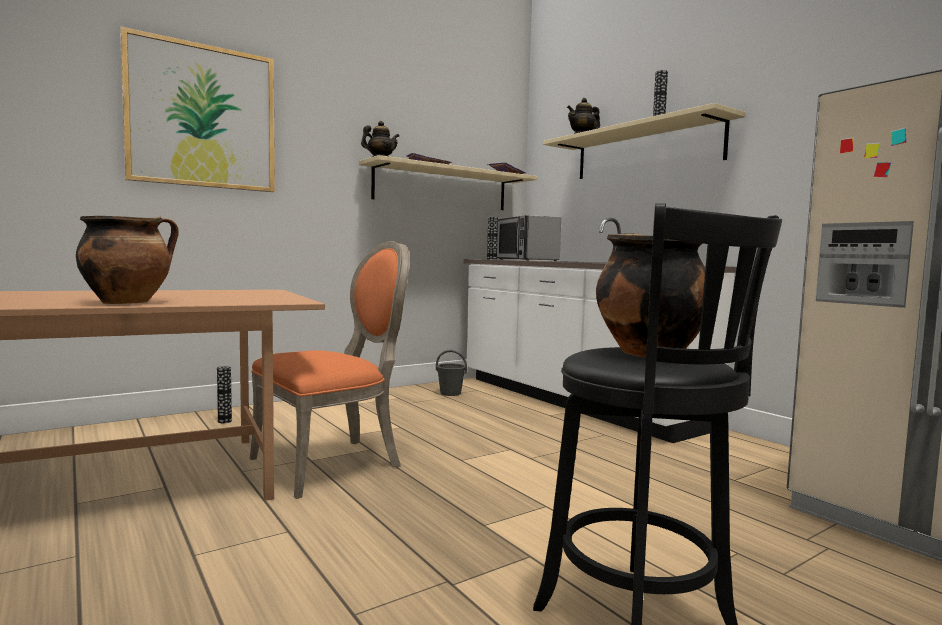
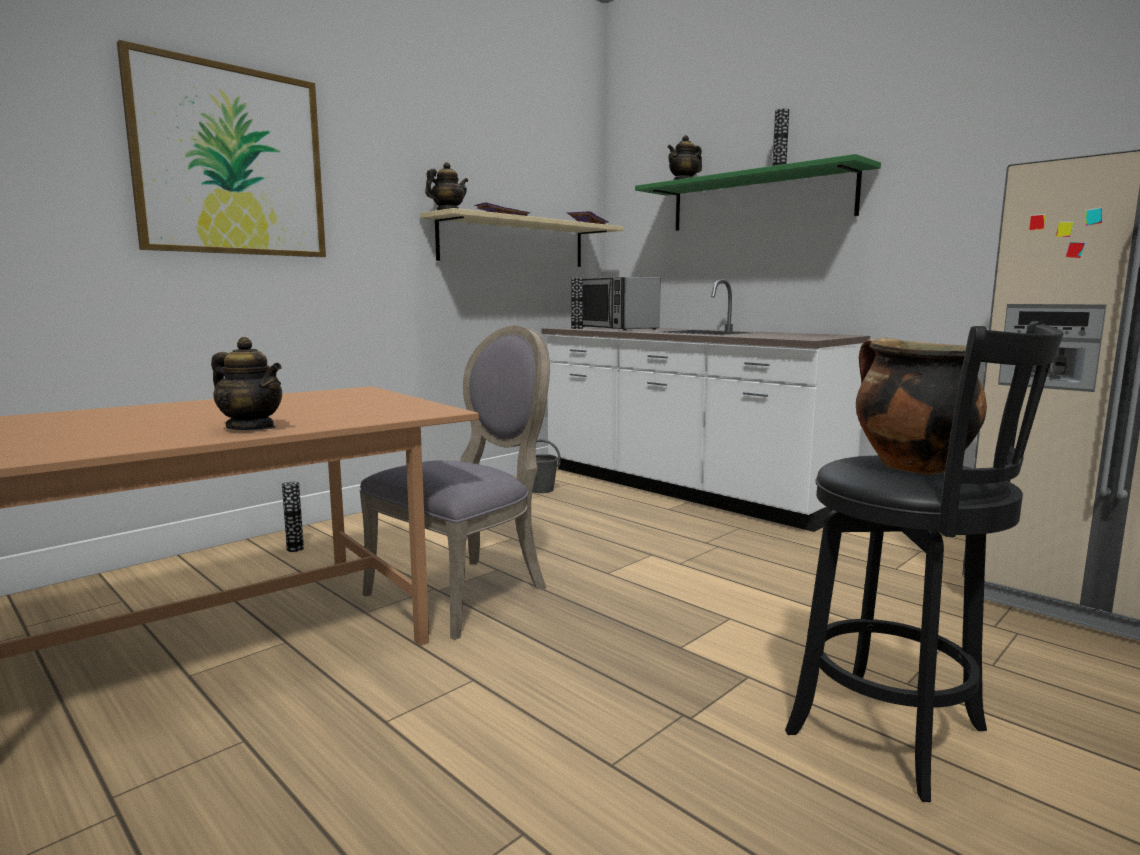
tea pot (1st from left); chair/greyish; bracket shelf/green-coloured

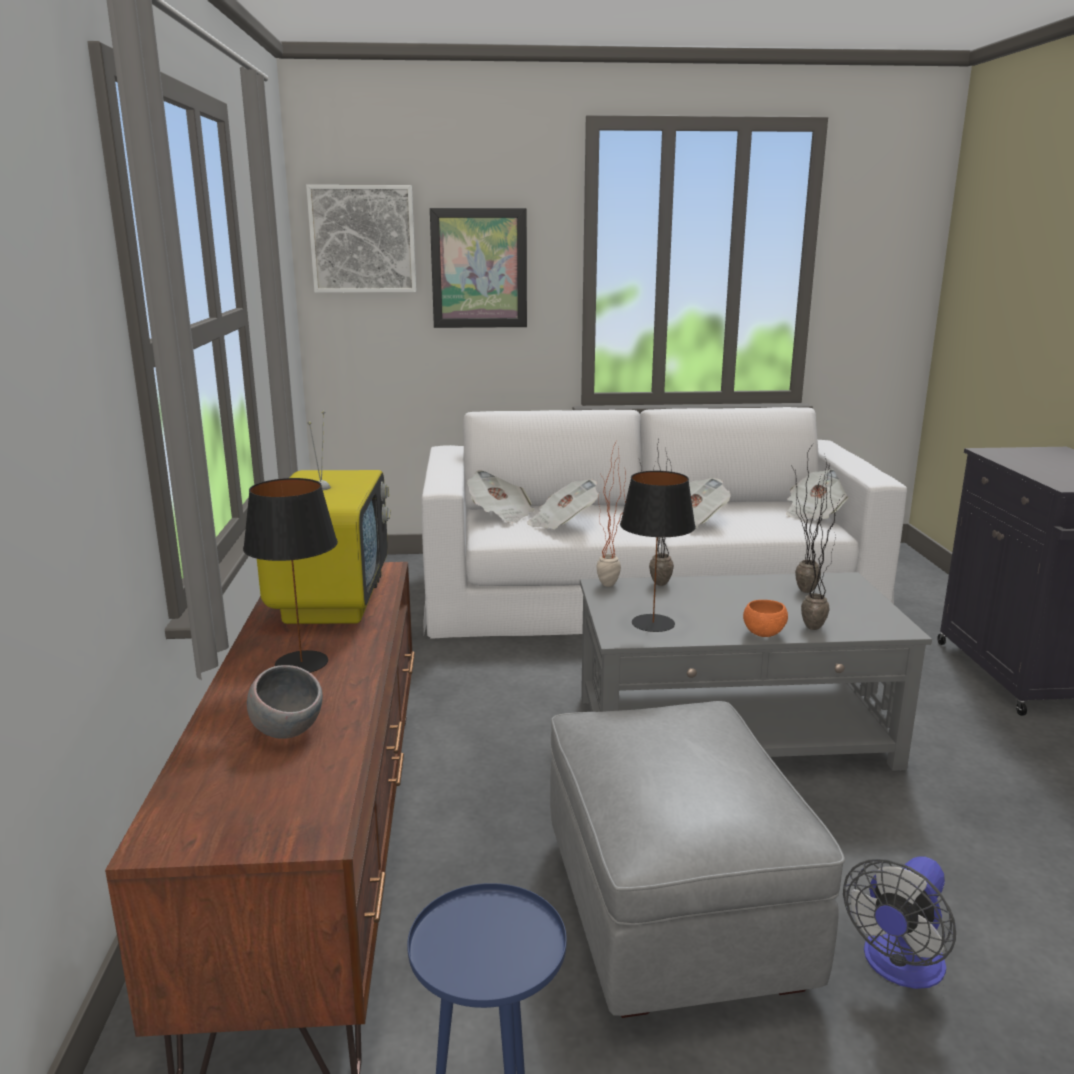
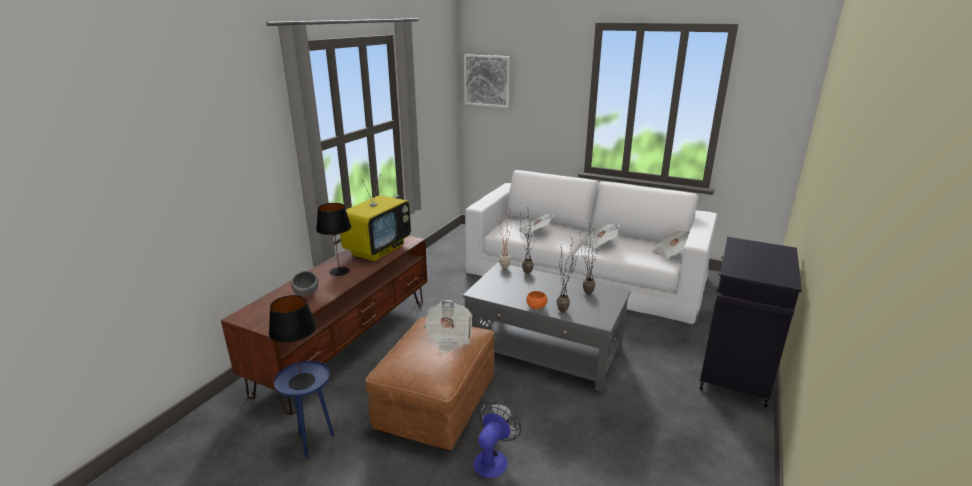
picture (2nd from left in the first image); daily paper (1st from left); footrest/brown; lamp for a table/black (1st from left); fan

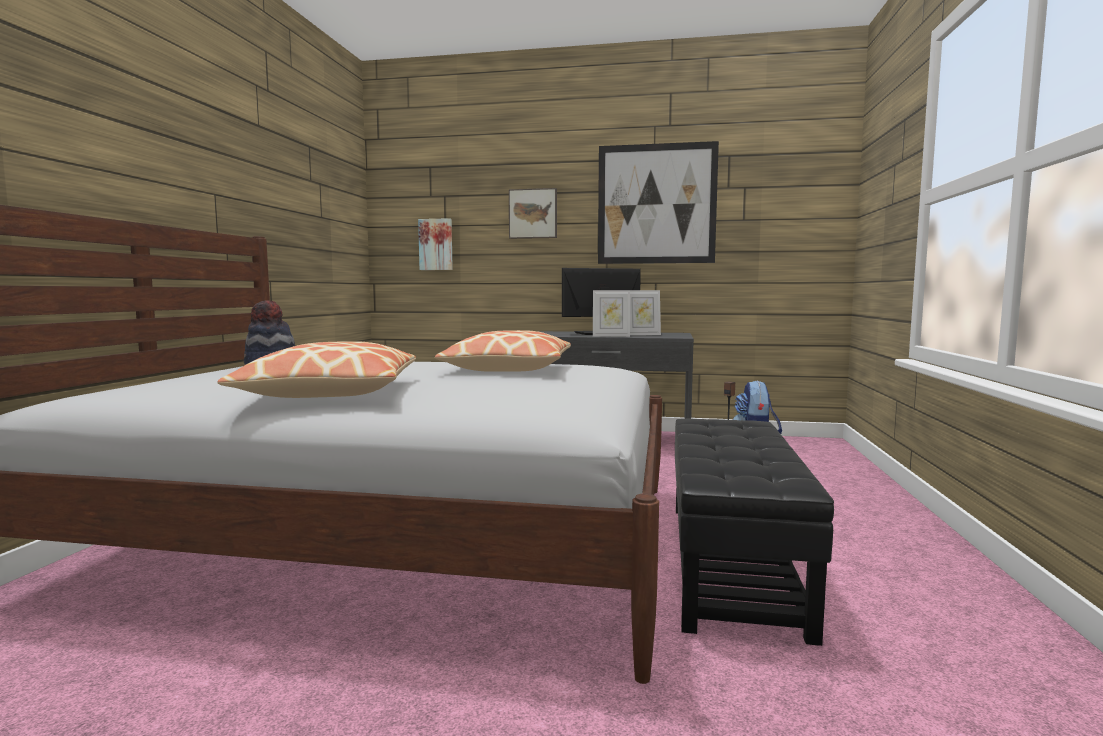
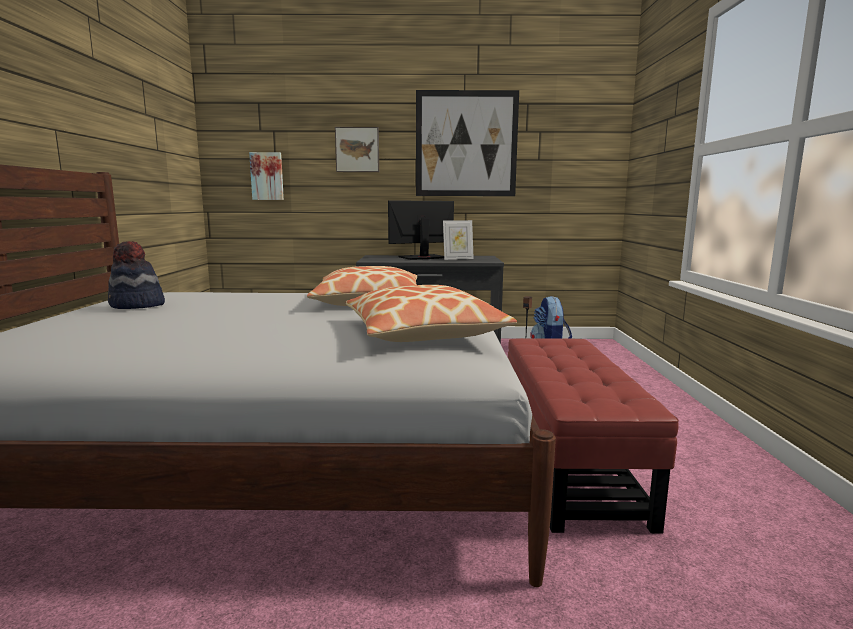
throw pillow (2nd from left); standing frame (1st from left in the first image); footrest/reddish

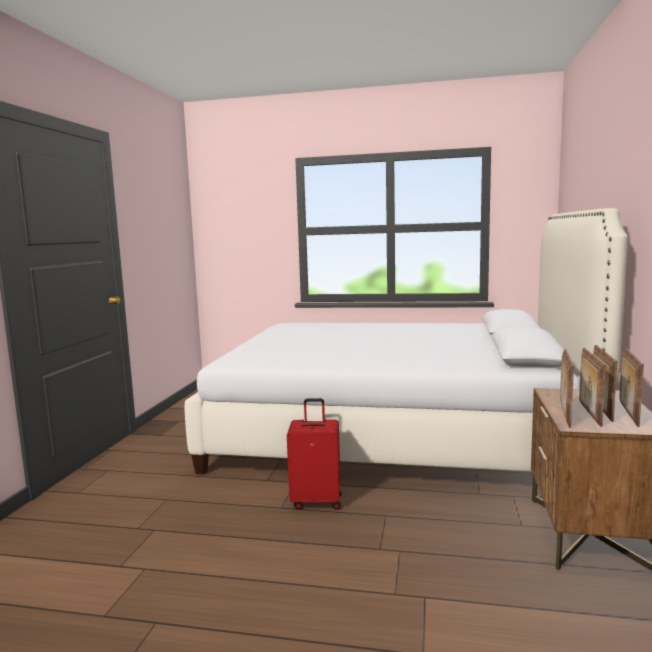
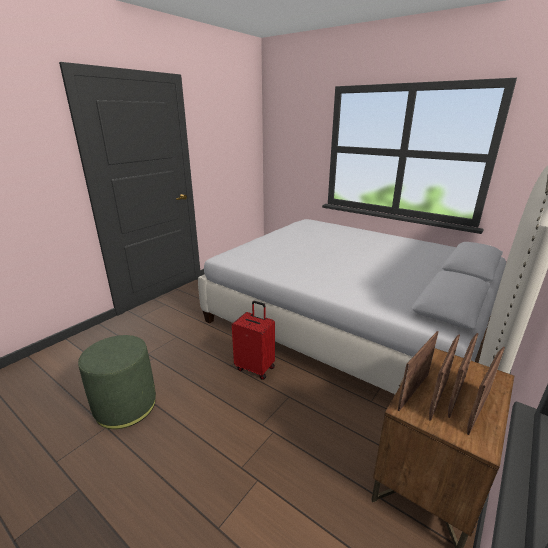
footrest/green-coloured

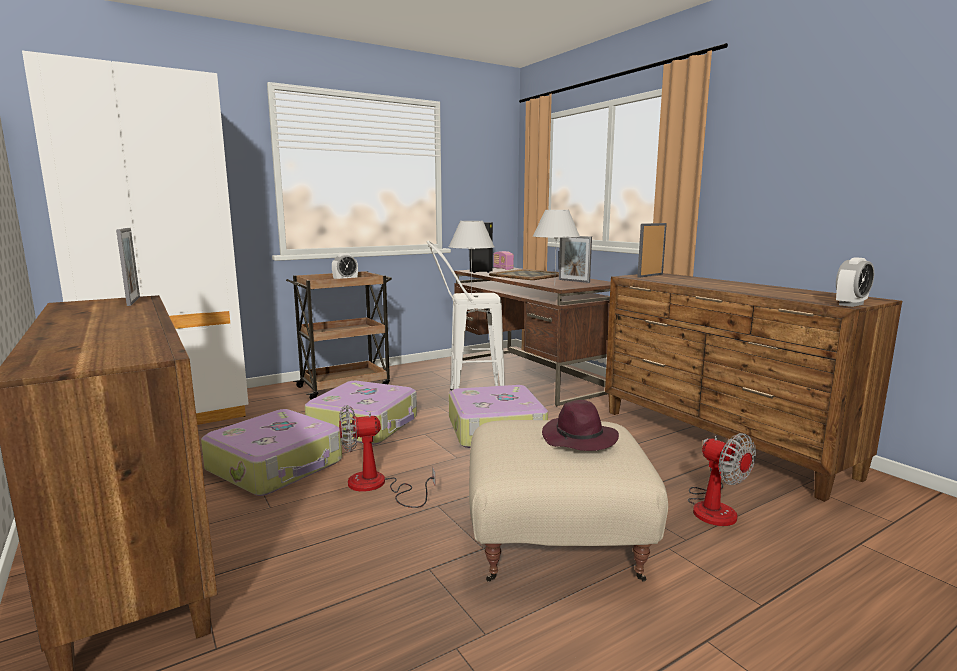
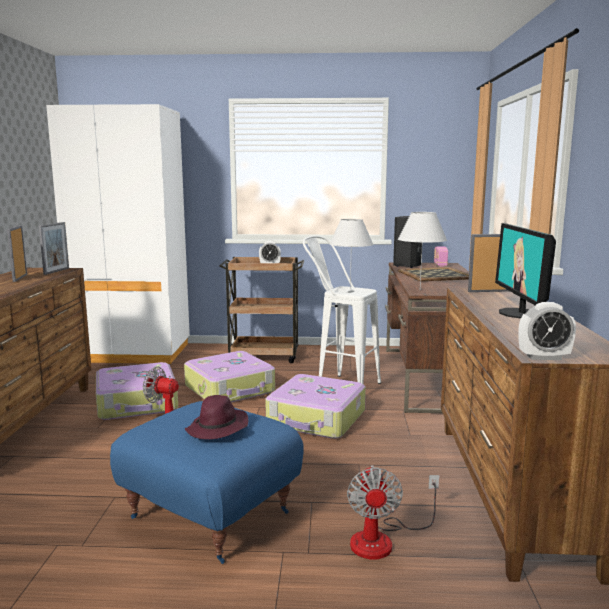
footrest/blue; standing frame (1st from left); computer display

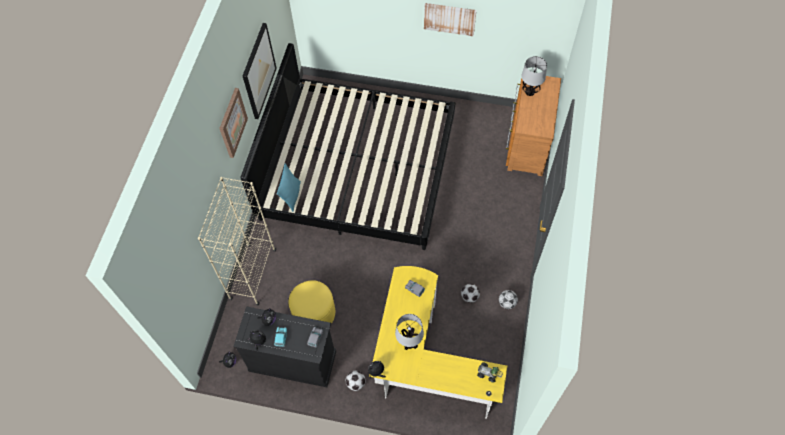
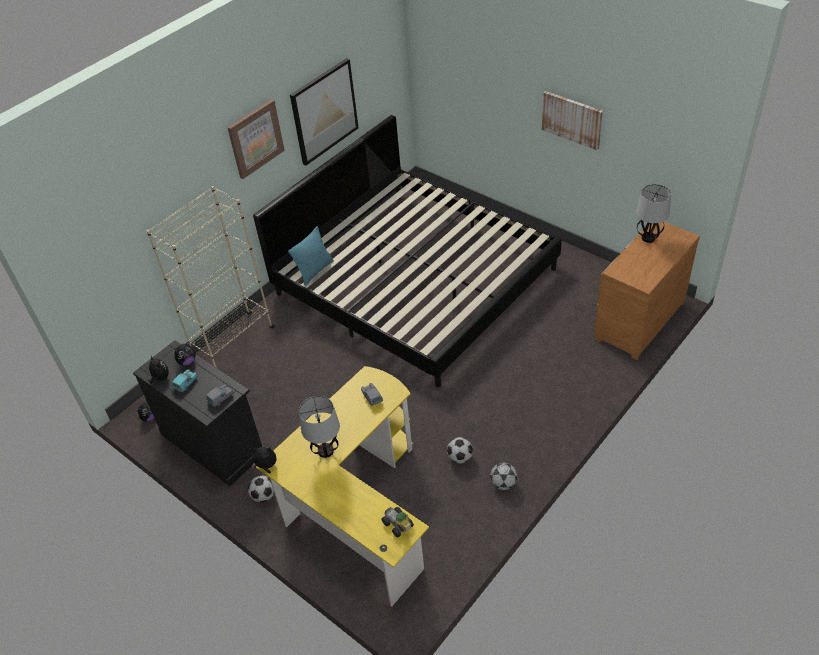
footrest/yellowish

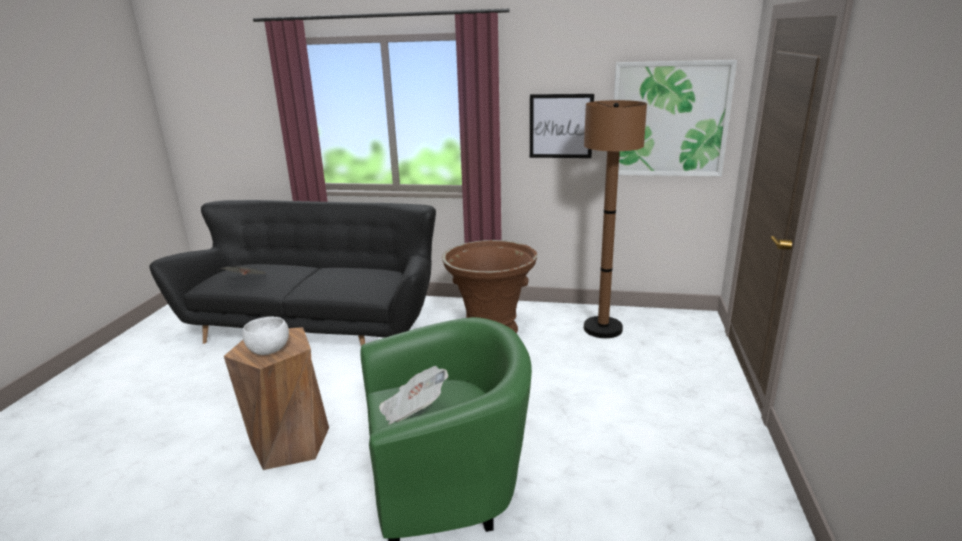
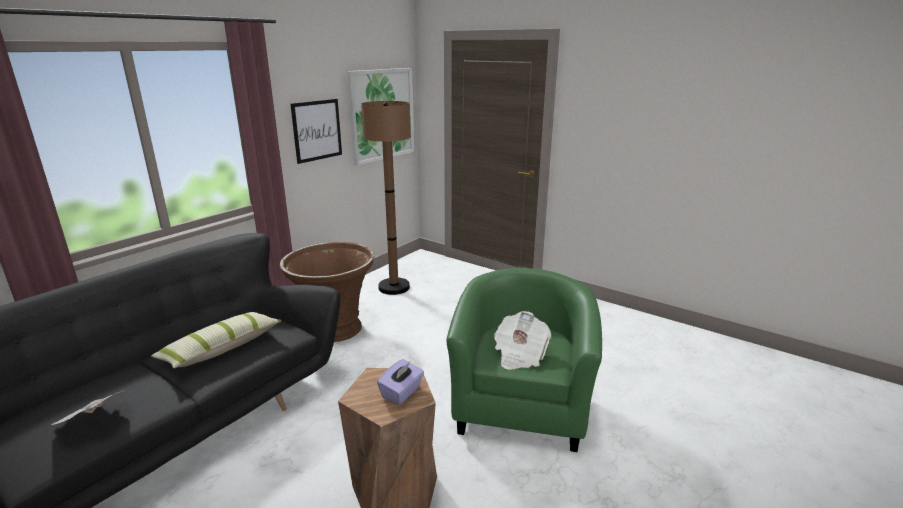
tissue box/purple-coloured; throw pillow

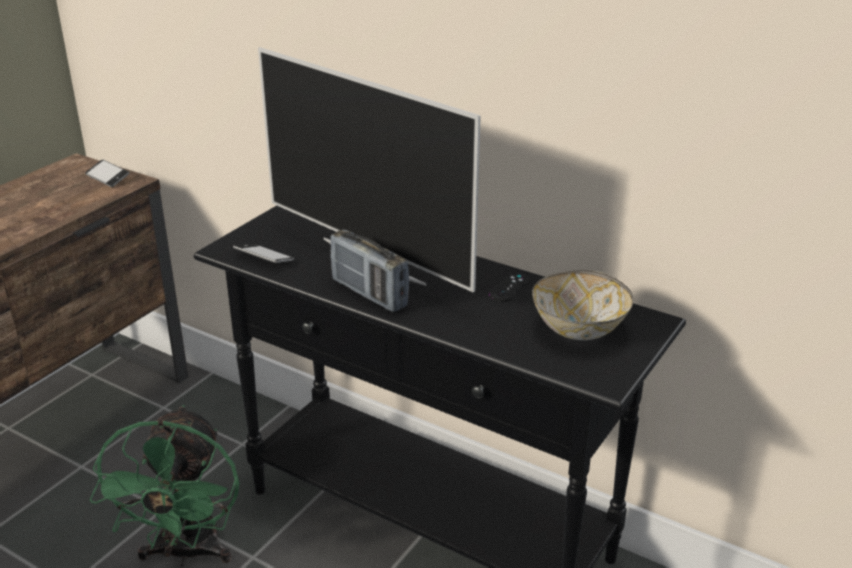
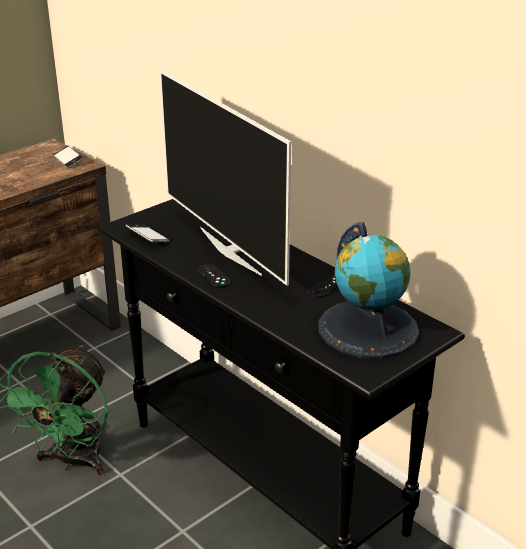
game controller/black (1st from left); globe

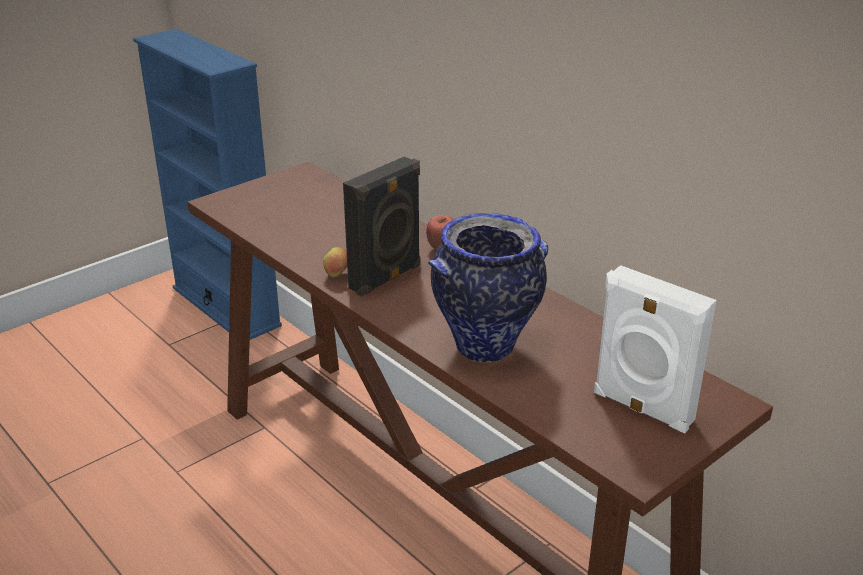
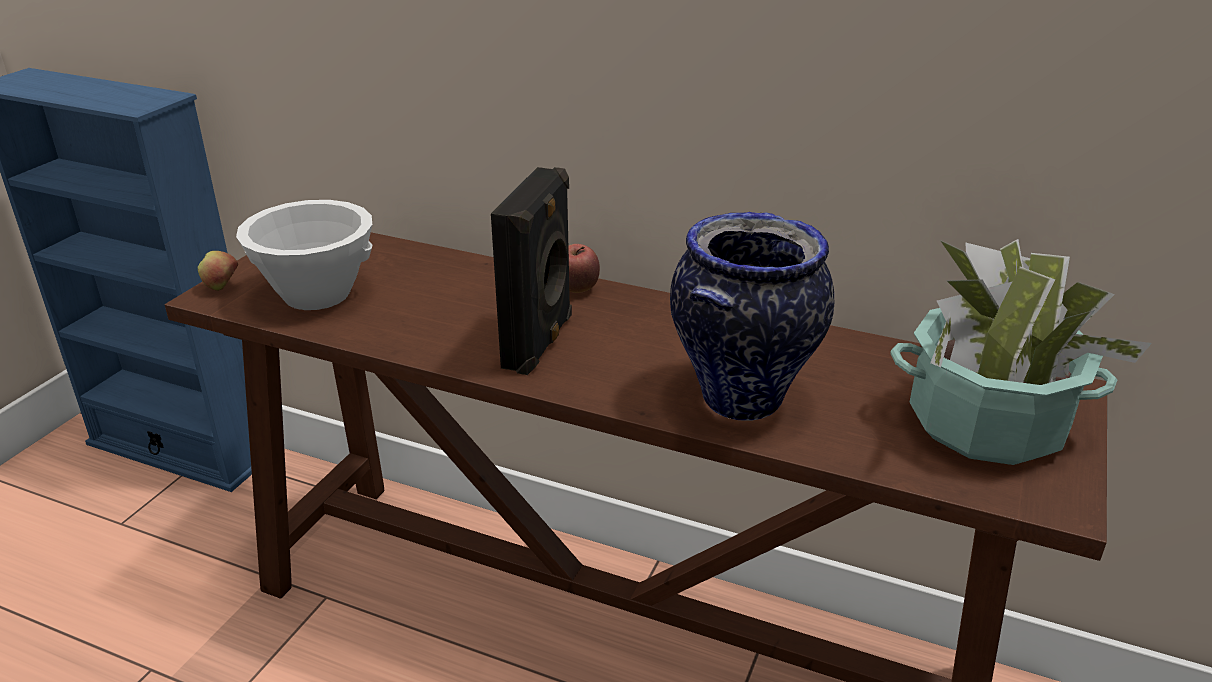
apple (1st from left); plant in a pot; serving bowl/whitish

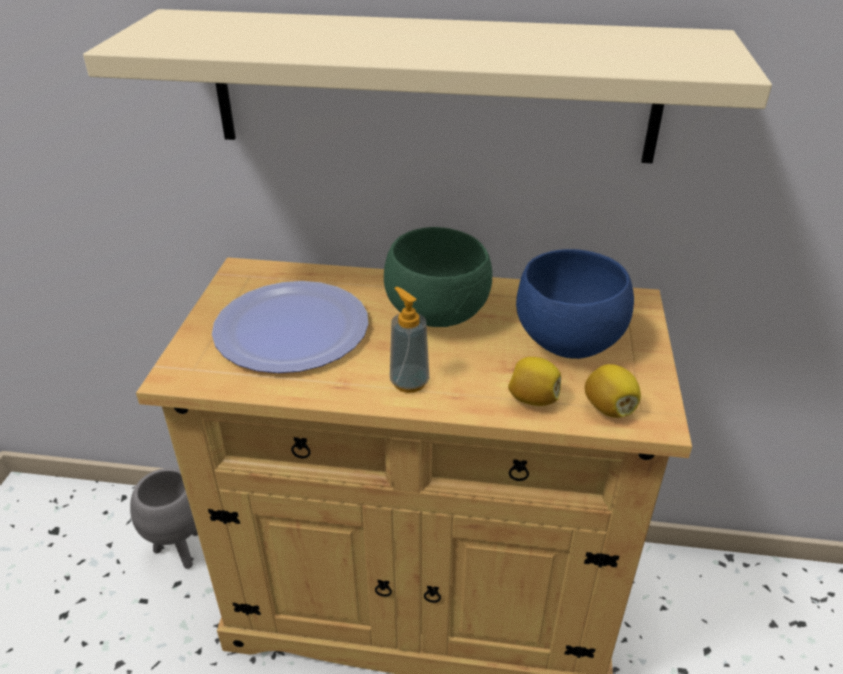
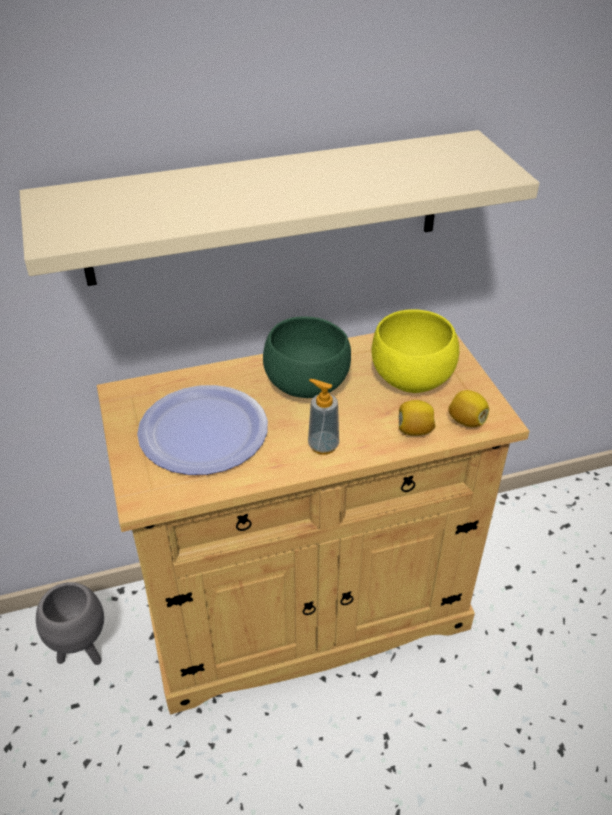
serving bowl/yellowish

